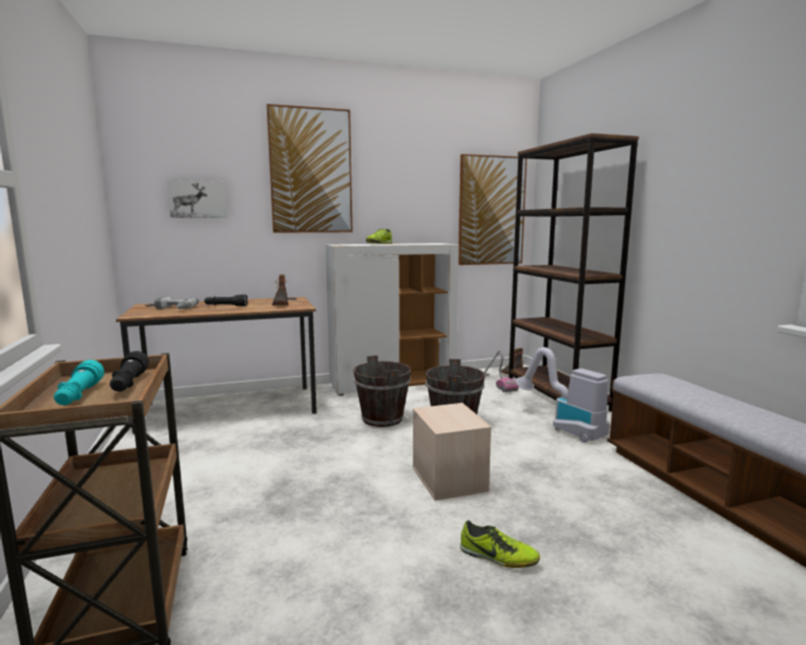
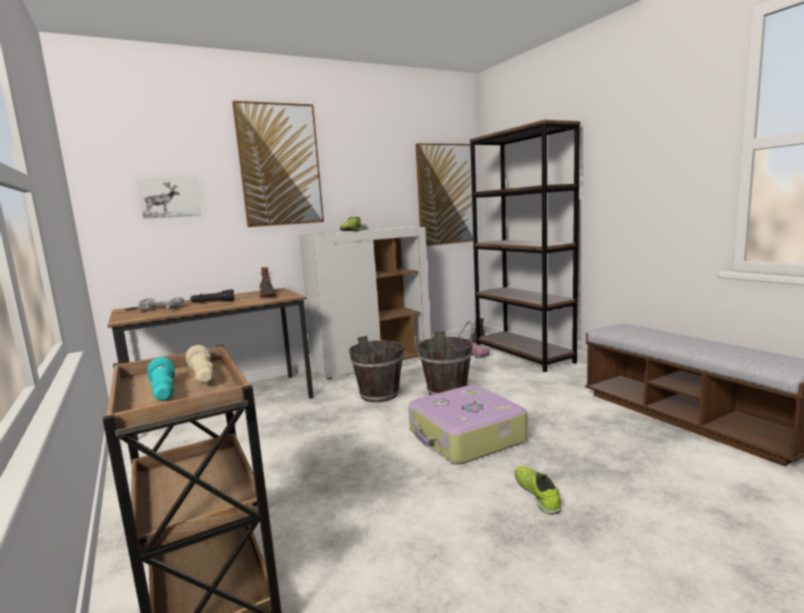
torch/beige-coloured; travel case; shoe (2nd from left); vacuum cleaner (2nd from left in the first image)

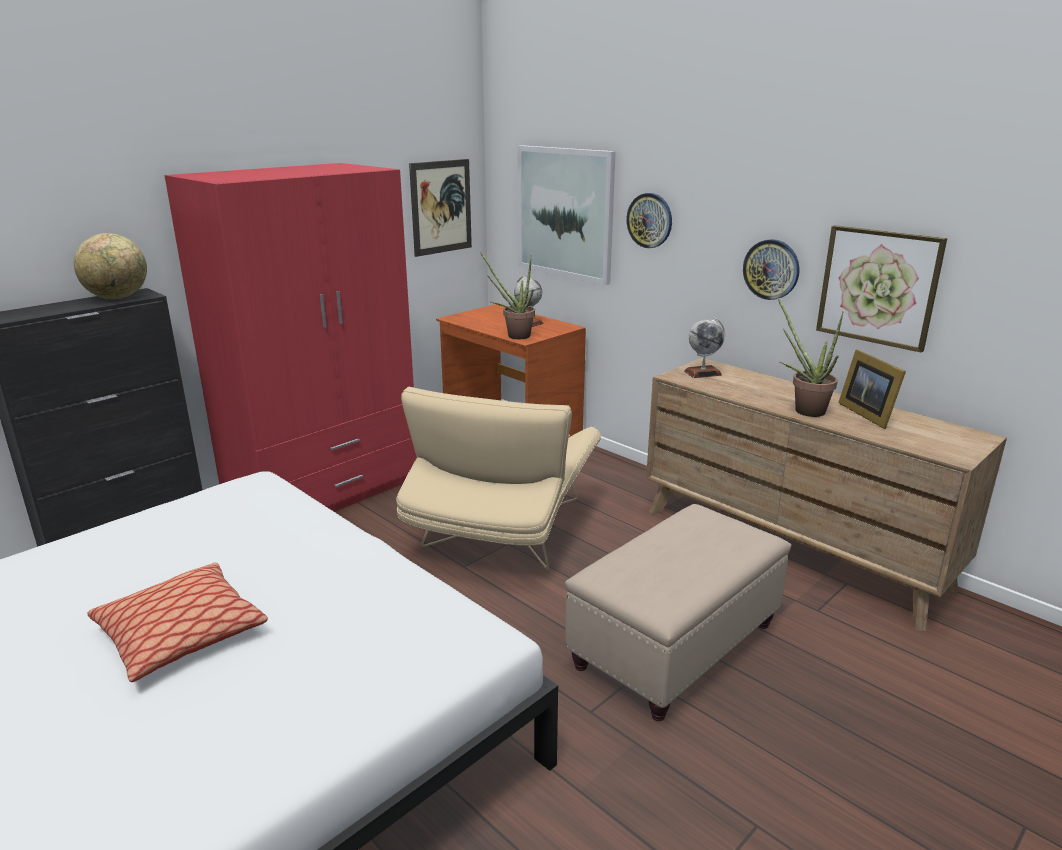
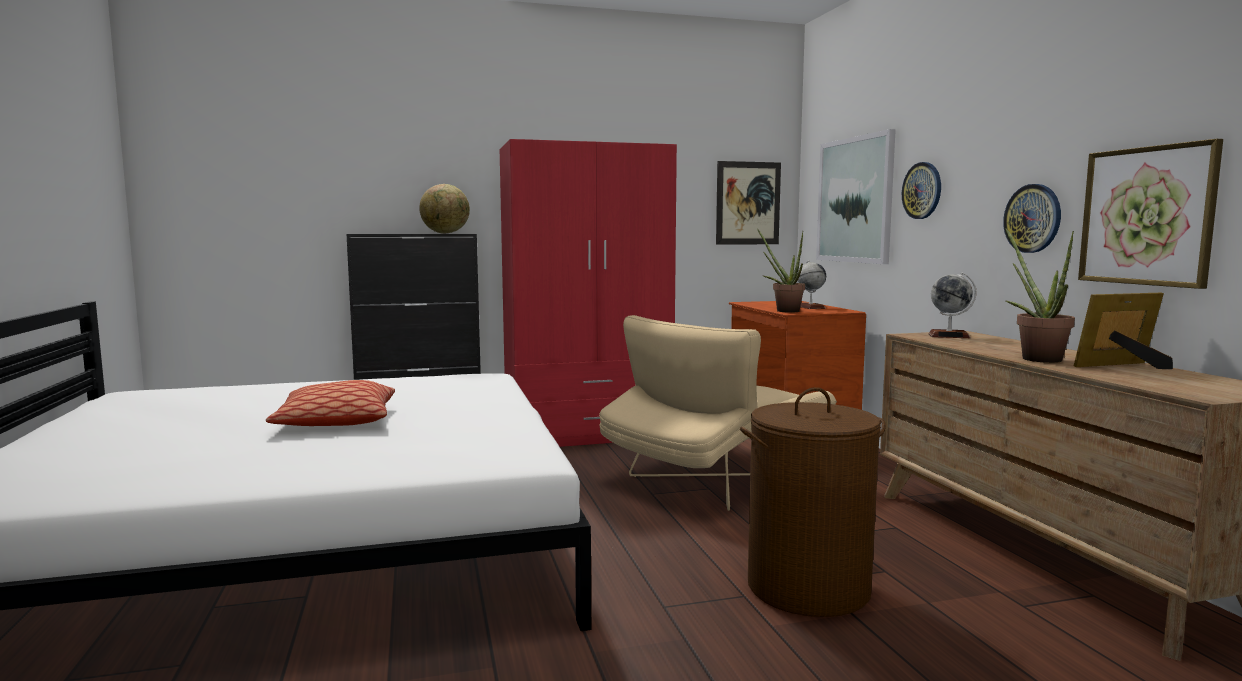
hamper/brown; standing frame

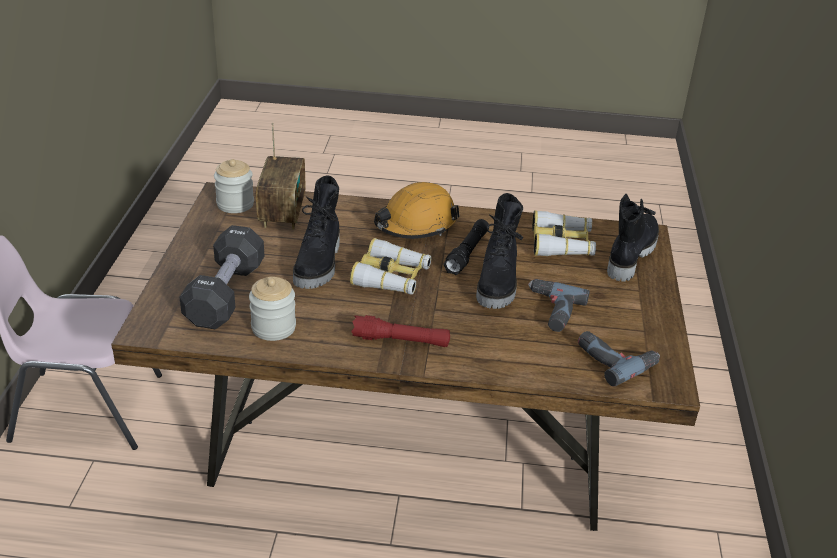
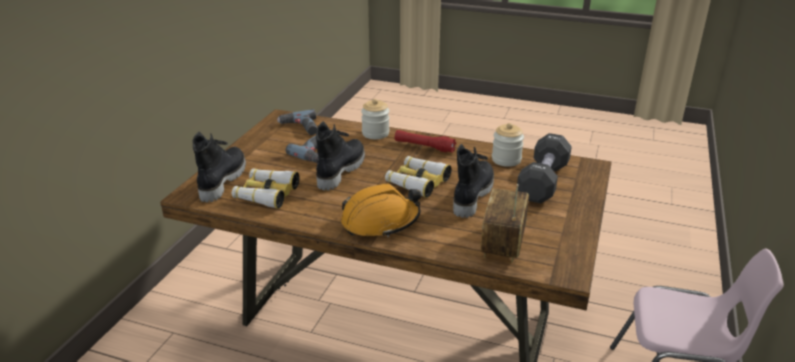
jar (1st from left); torch/black; boot/black (1st from left)

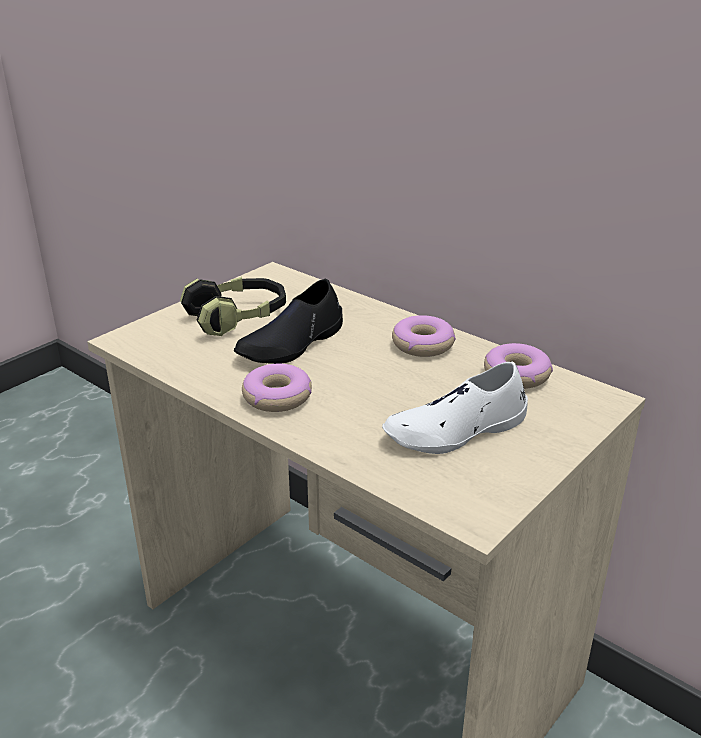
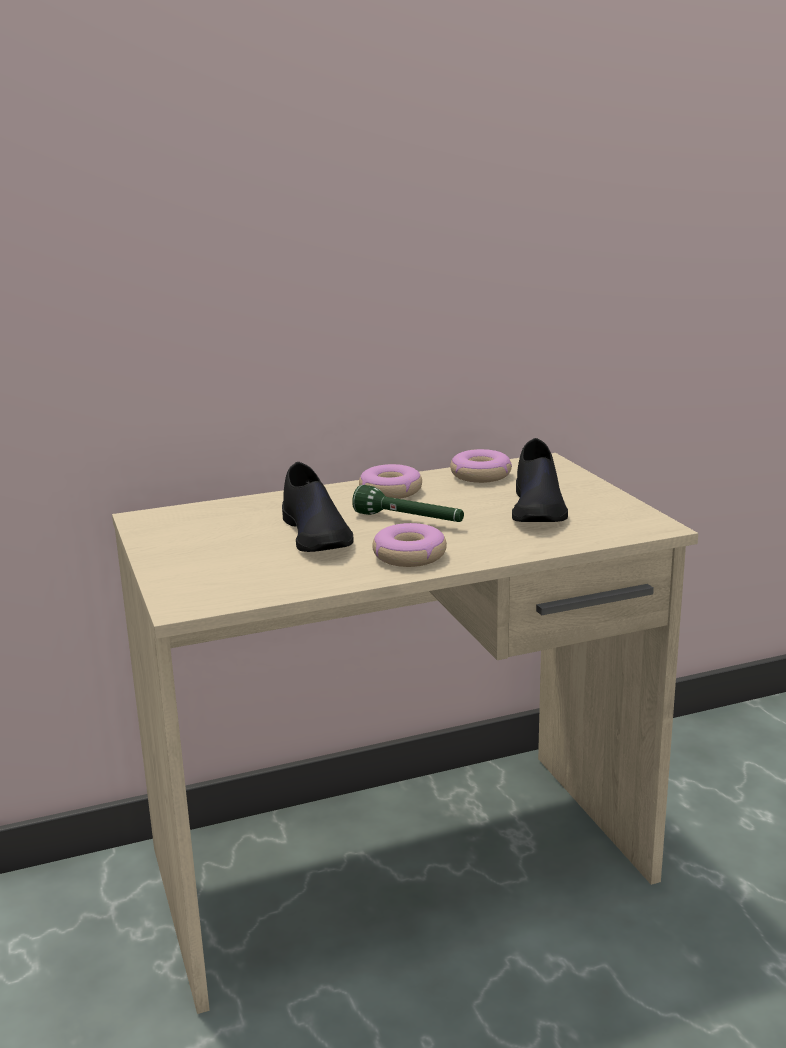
pair of headphones; shoe/black (2nd from left); torch/green-coloured

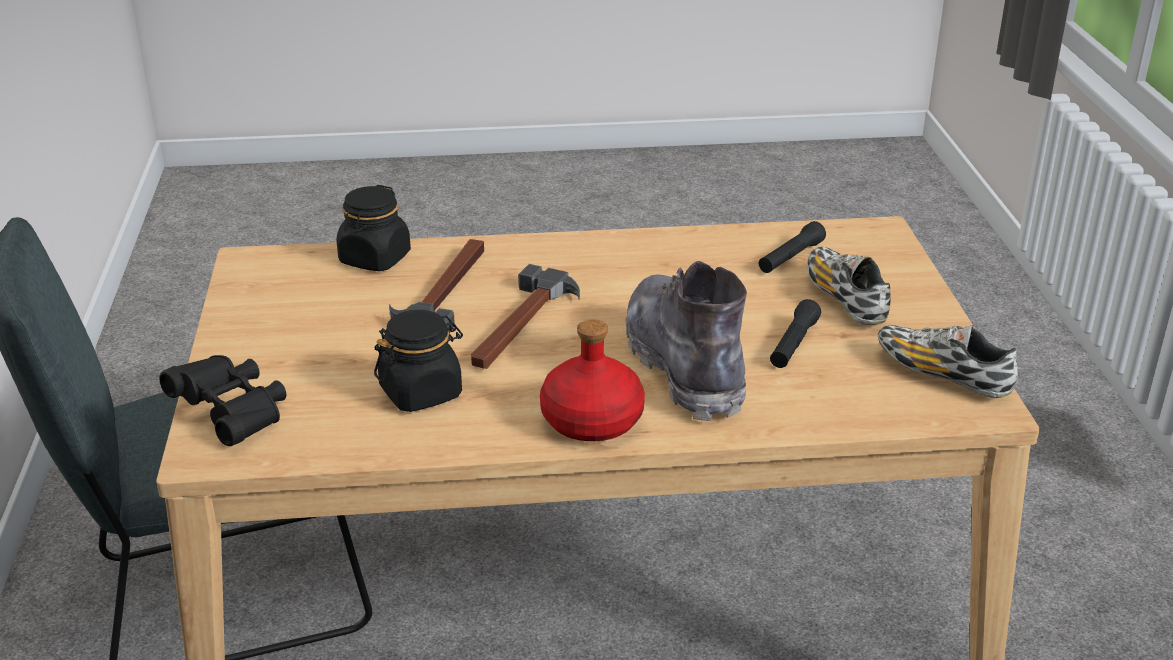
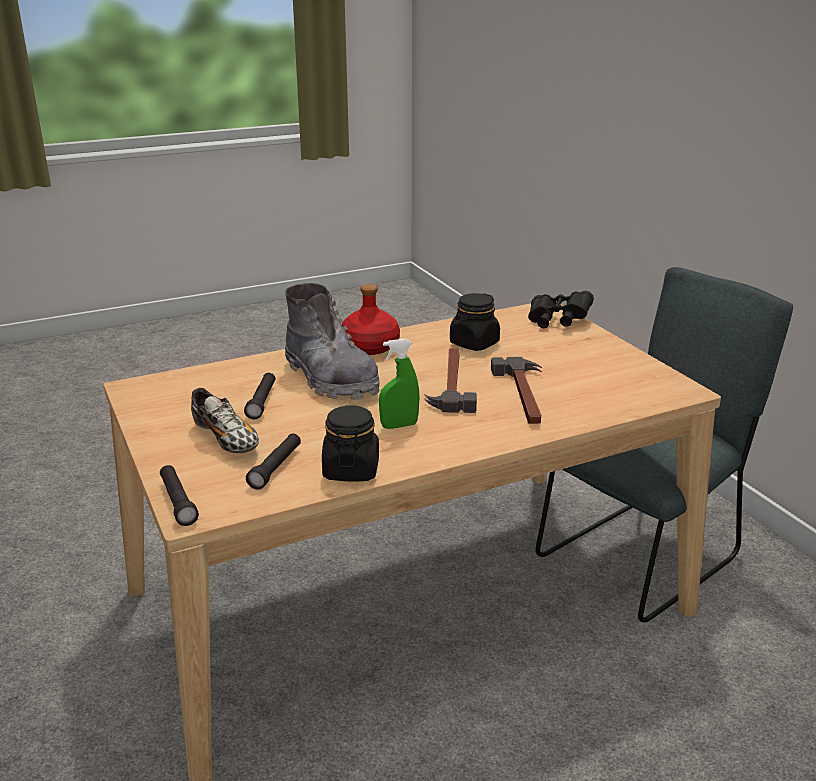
jar/black (1st from left); shoe (2nd from left in the first image); torch/black (1st from left); sprayer/green-coloured

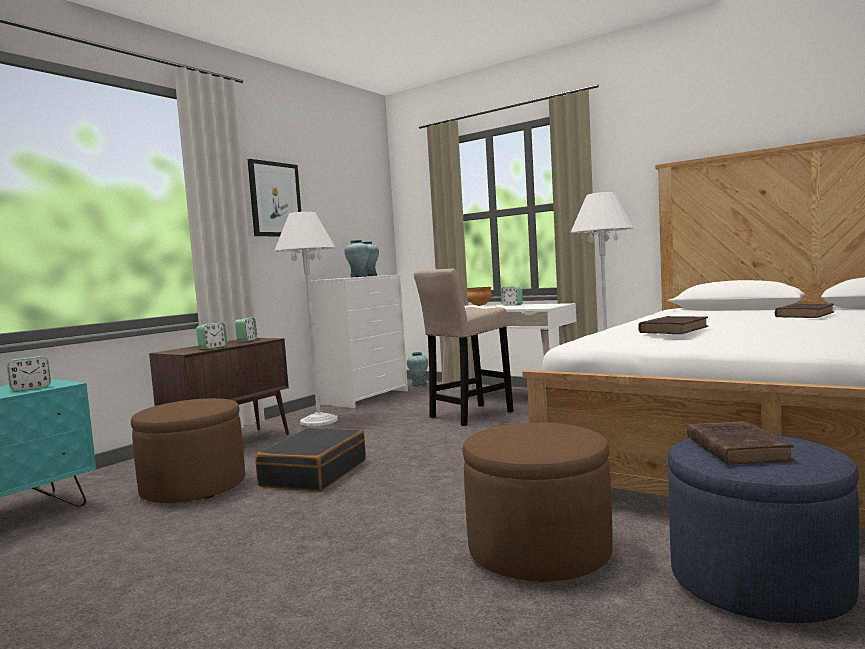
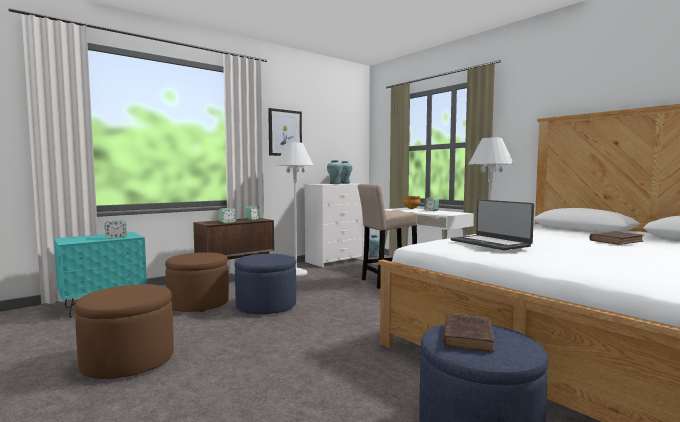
footrest/blue (1st from left); footrest/brown (1st from left); portable computer

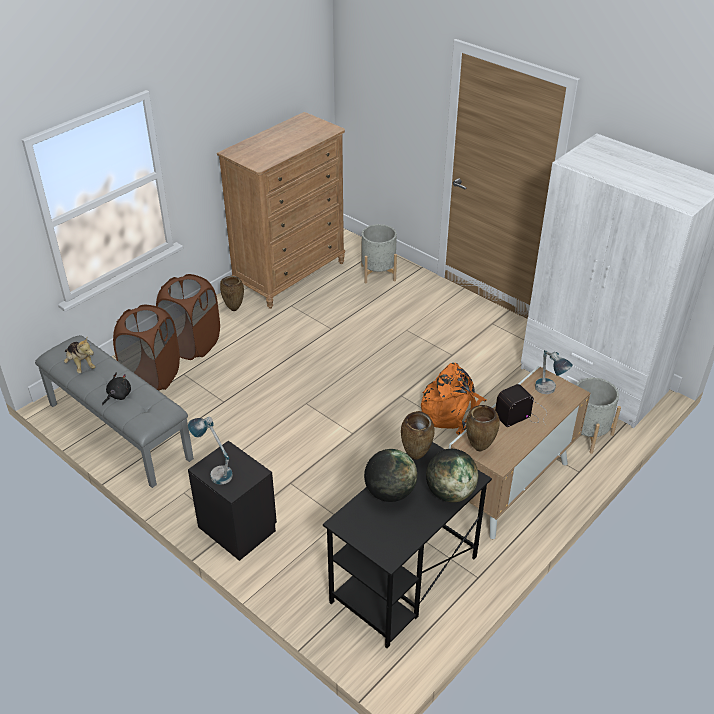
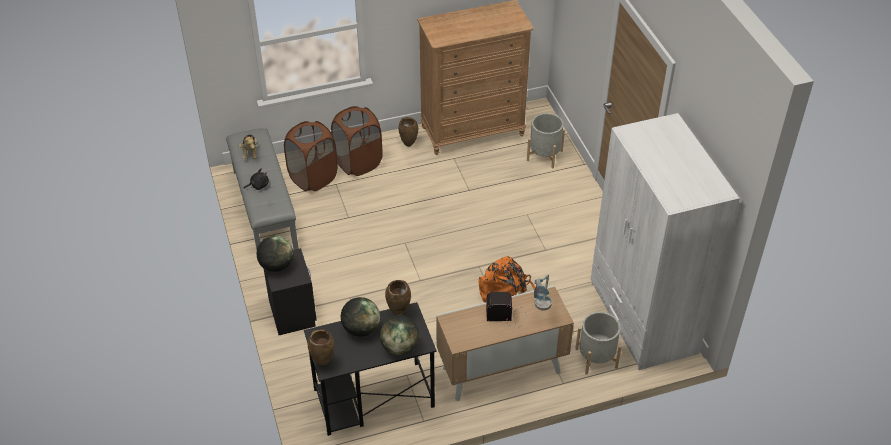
globe (1st from left); decorative vase/brown (1st from left)

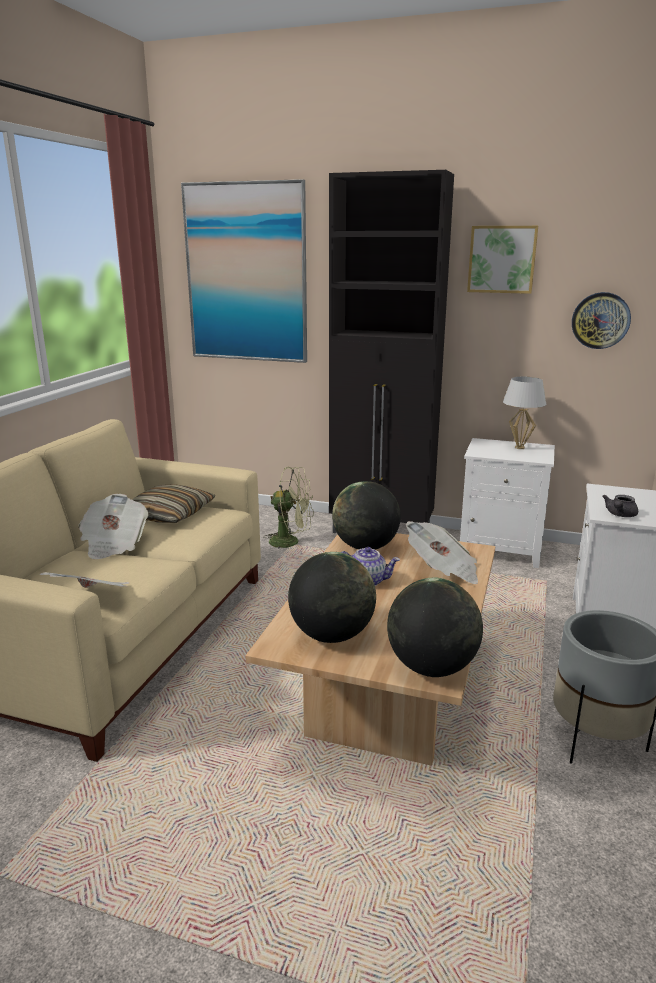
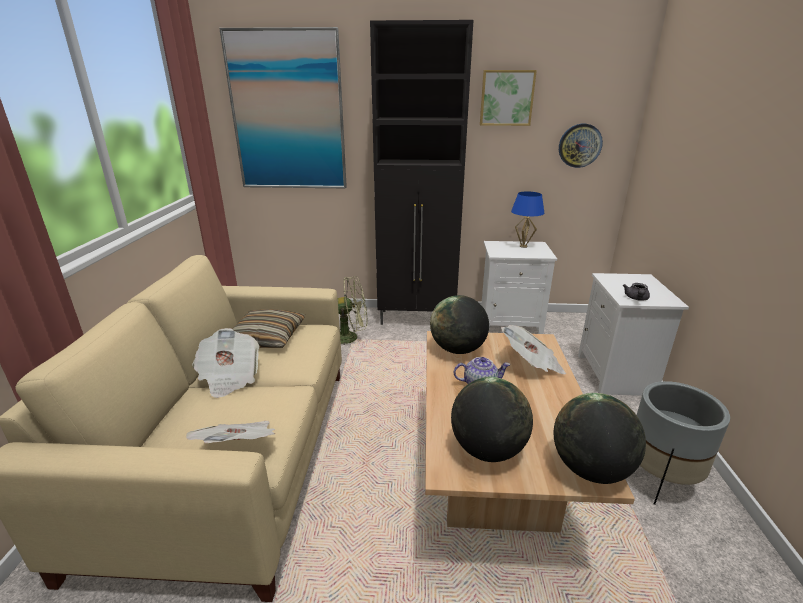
lamp for a table/blue

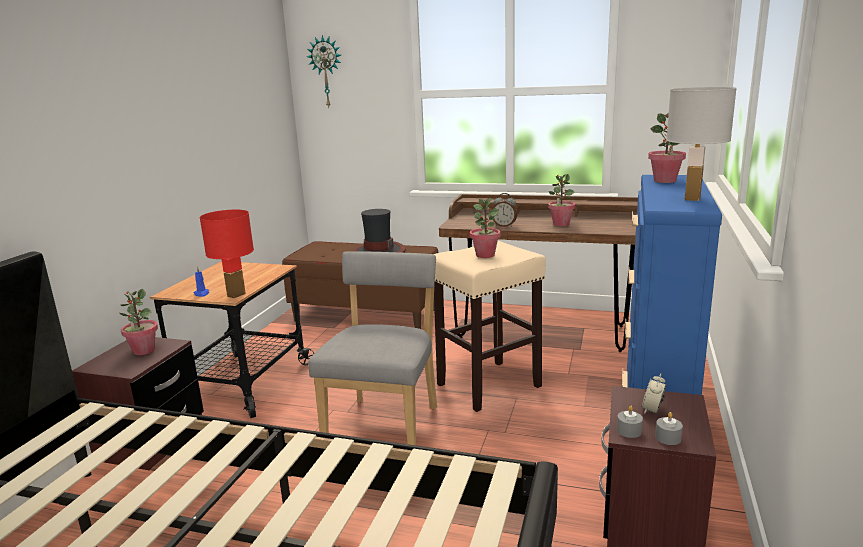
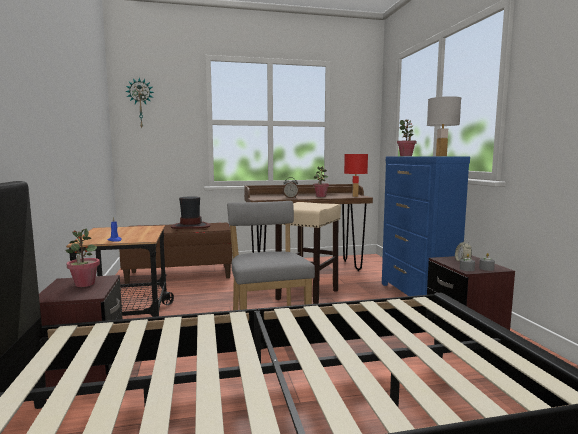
lamp for a table/reddish; plant in a pot (2nd from left in the first image)

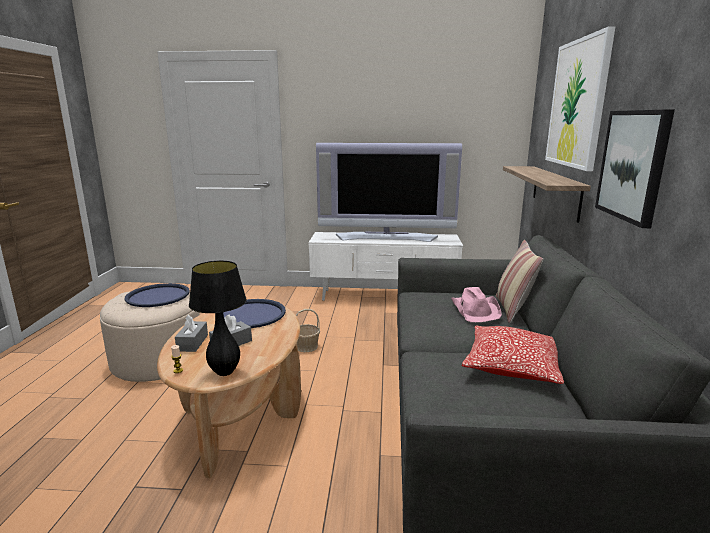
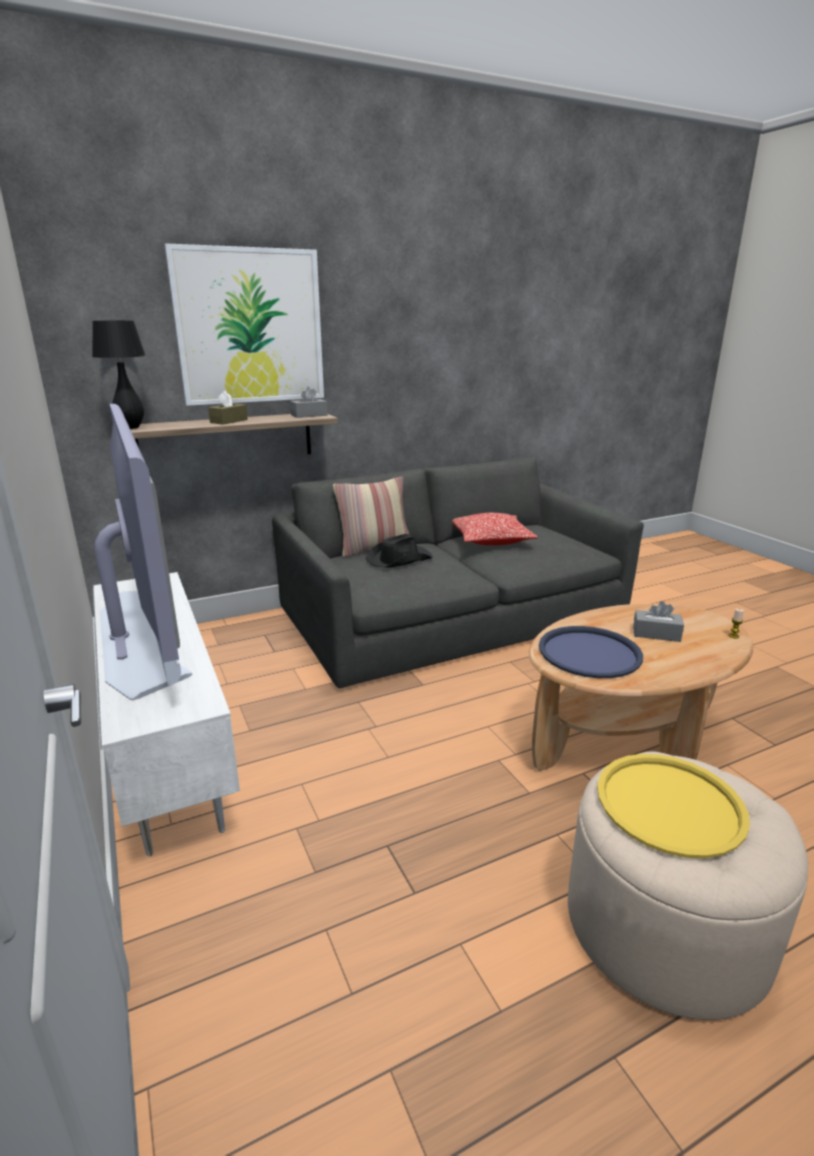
serving tray/yellowish; tissue box/greyish (1st from left); lamp for a table/black; household basket; wearable hat/black; picture (2nd from left in the first image); tissue box/brown

